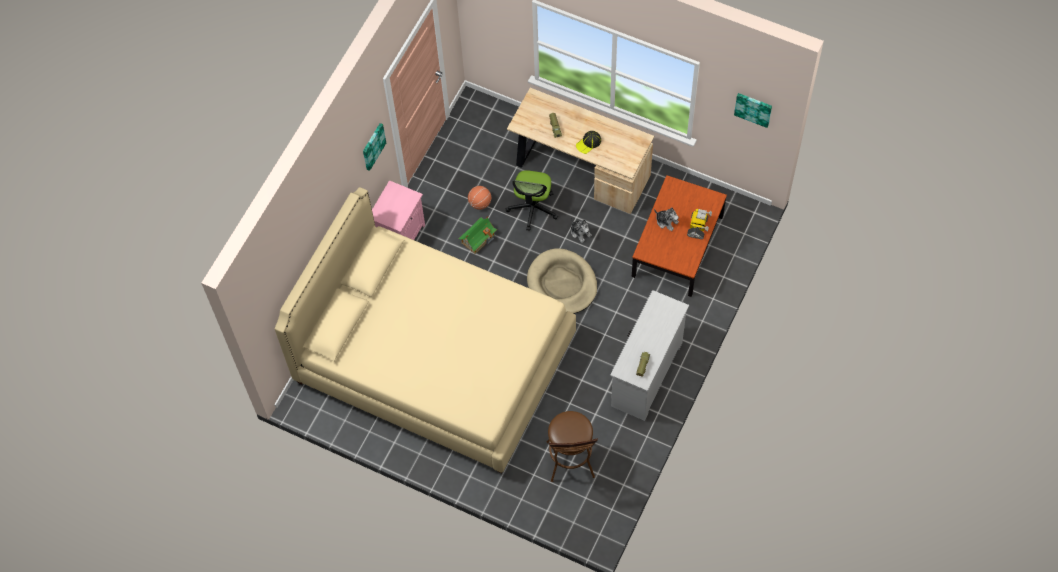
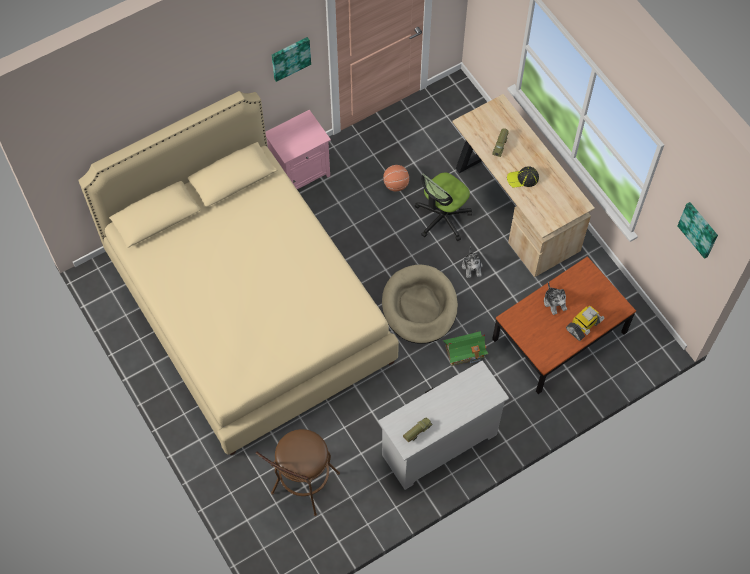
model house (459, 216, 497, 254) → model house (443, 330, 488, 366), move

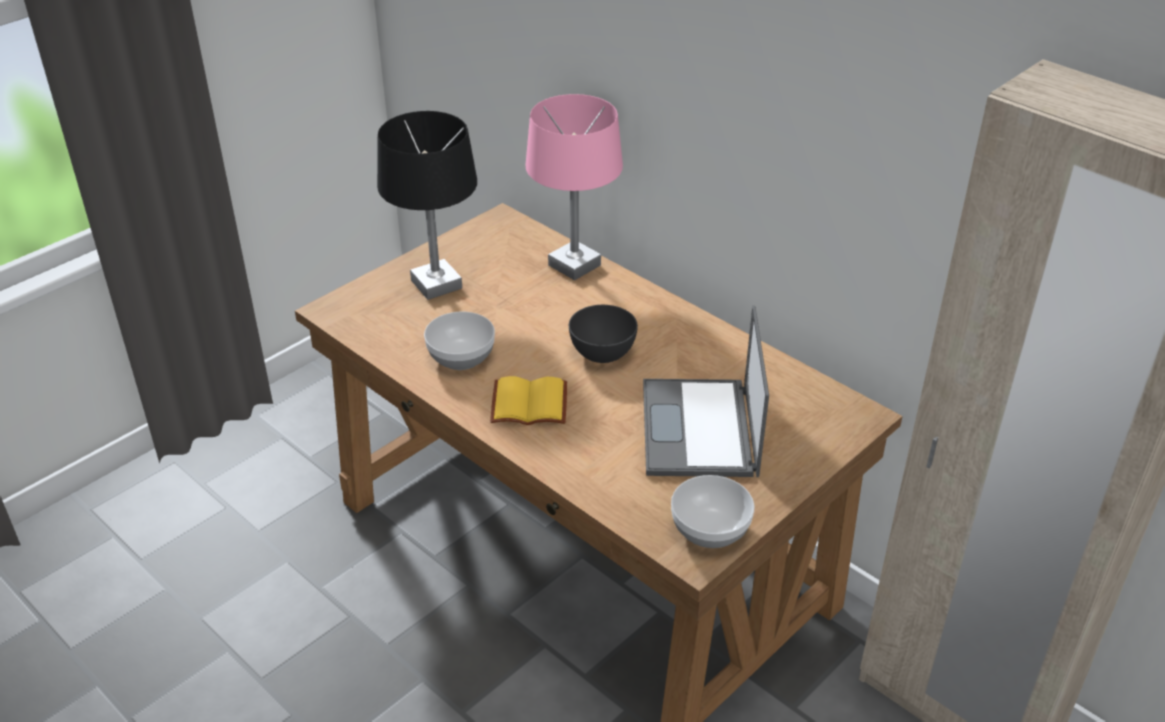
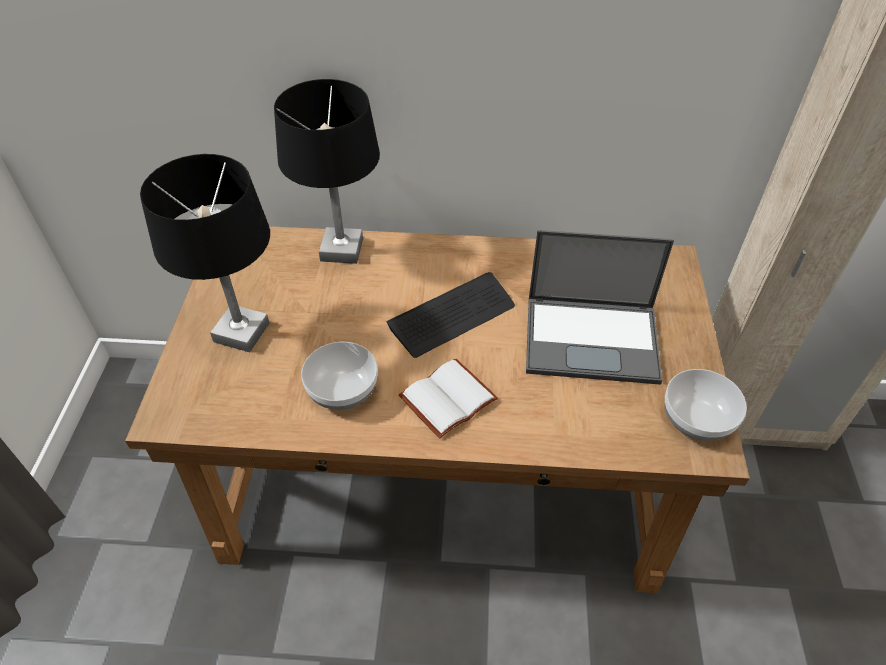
table lamp (pink-coloured) (525, 94, 623, 281) → table lamp (black-coloured) (274, 79, 380, 264)
deep dish (greyish) (569, 305, 638, 363) → computer keyboard (387, 272, 515, 358)
notebook computer (643, 305, 769, 477) → notebook computer (526, 230, 674, 385), 45 degrees counterclockwise
book (yellow) (490, 376, 567, 425) → book (whitish) (399, 359, 498, 438)

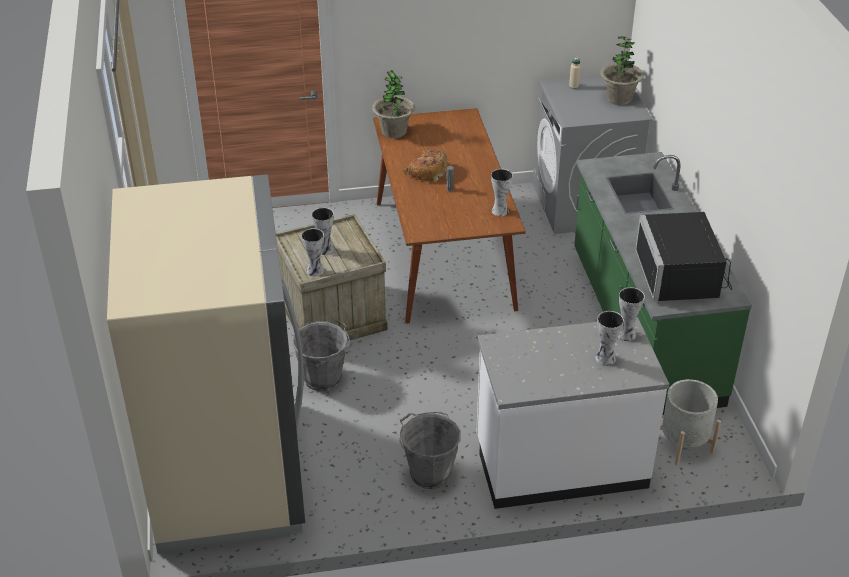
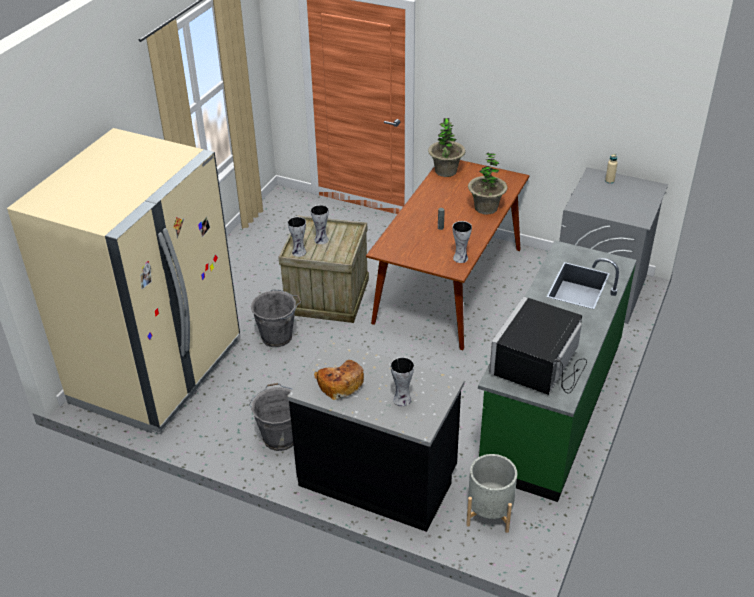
potted plant (600, 36, 644, 105) → potted plant (468, 153, 508, 214), move
bread (403, 149, 448, 182) → bread (314, 360, 364, 400), move
decorative vase (618, 287, 645, 341) → -
kitchen counter (whitish) (477, 317, 669, 509) → kitchen counter (black-coloured) (287, 340, 465, 532)

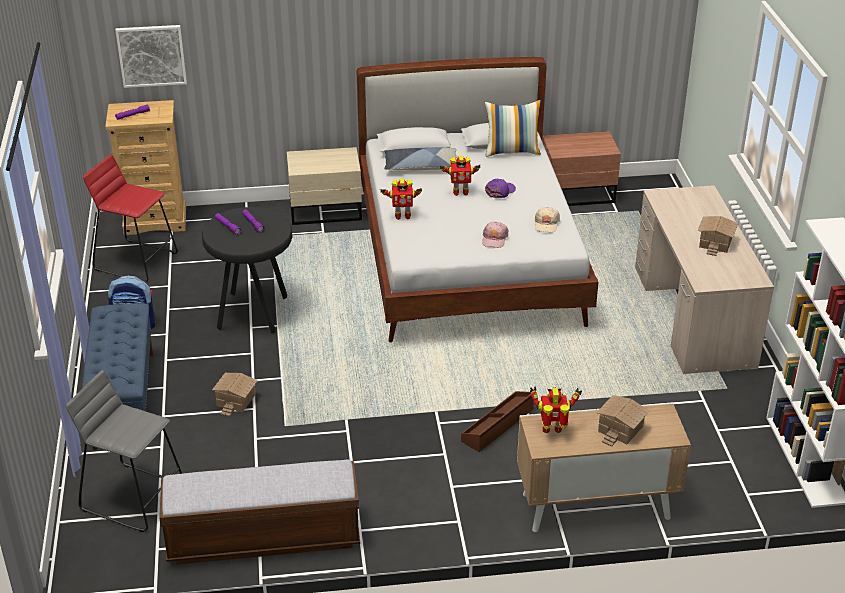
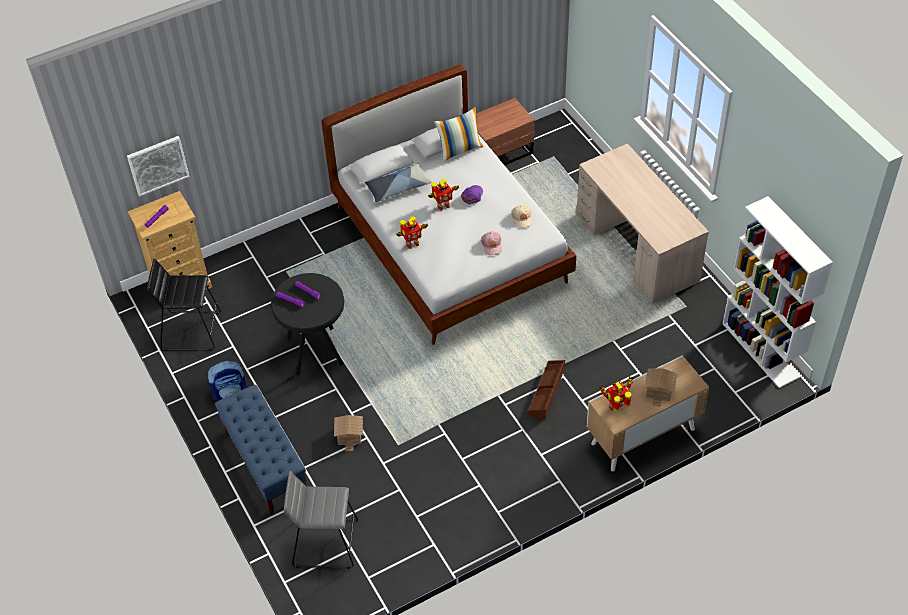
bedside table (beige-coloured) (287, 147, 362, 225) → -
stool (red-coloured) (83, 154, 178, 282) → stool (black-coloured) (147, 259, 221, 351)
model house (698, 216, 738, 256) → -
indoor bench (159, 459, 360, 564) → -

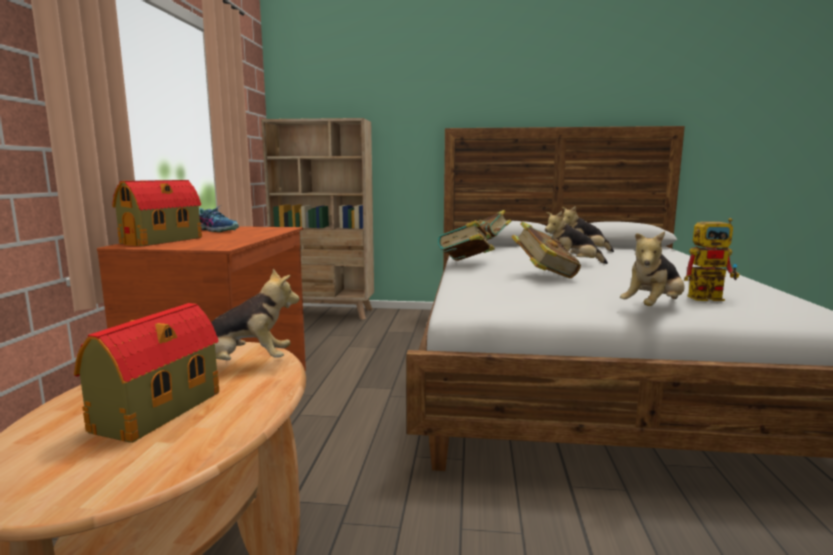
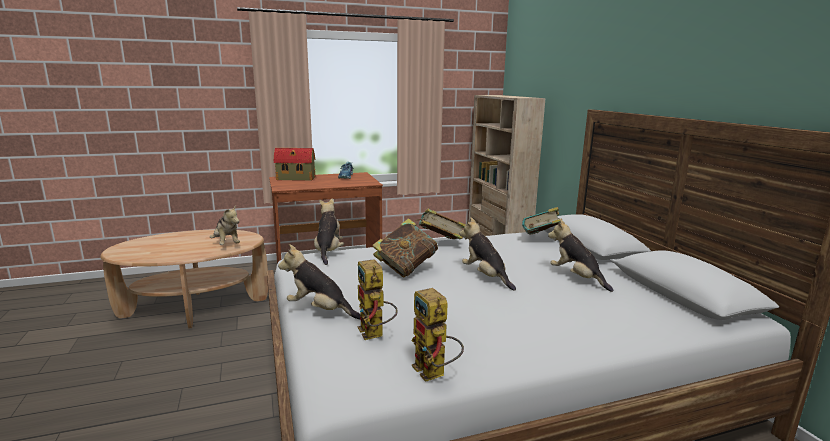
model house (74, 303, 219, 443) → -
- → soft toy (314, 199, 344, 265)
- → toy robot (412, 288, 464, 382)

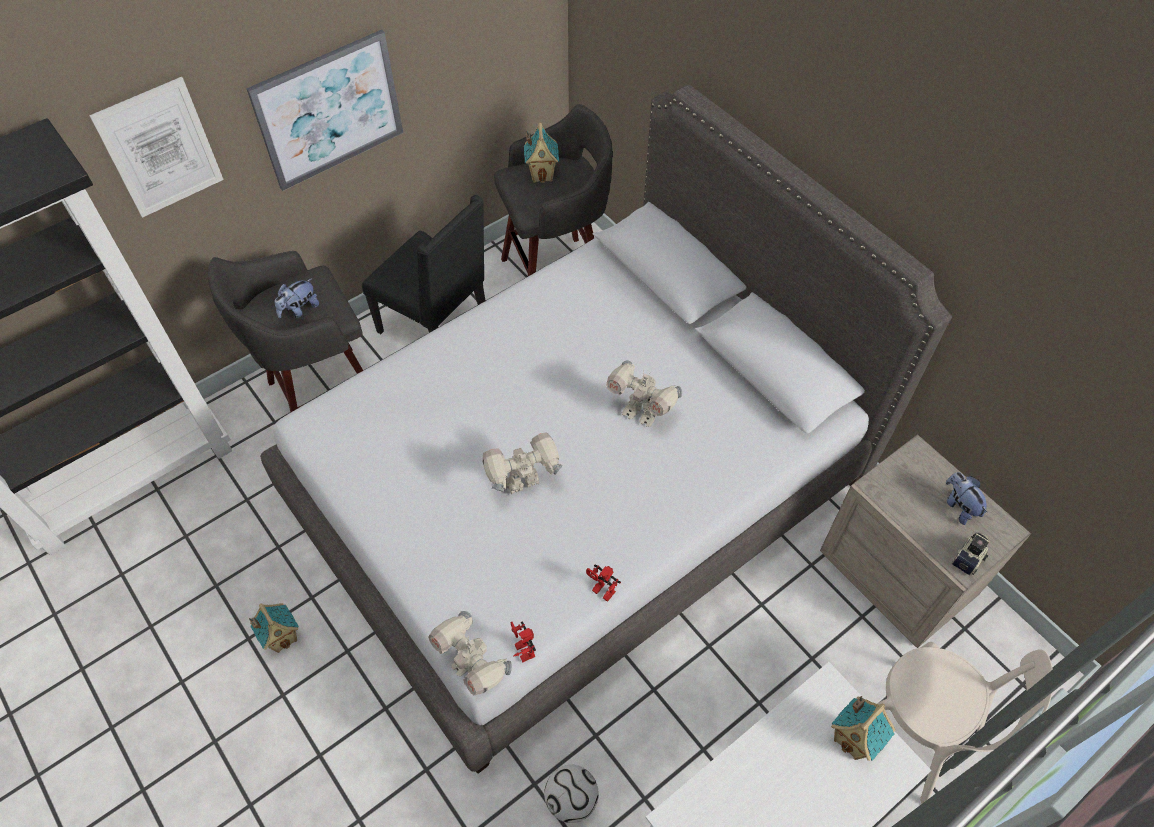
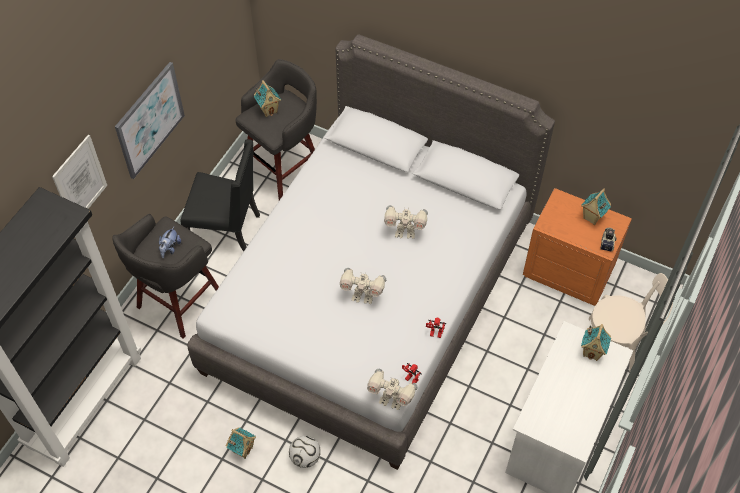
toy robot (483, 432, 563, 494) → toy robot (340, 268, 386, 304), 120 degrees counterclockwise
bedside table (beige-coloured) (820, 434, 1031, 648) → bedside table (orange-coloured) (523, 188, 632, 306)
soft toy (946, 472, 988, 525) → model house (581, 189, 611, 225)
football ball (544, 765, 599, 823) → football ball (289, 436, 321, 468), move

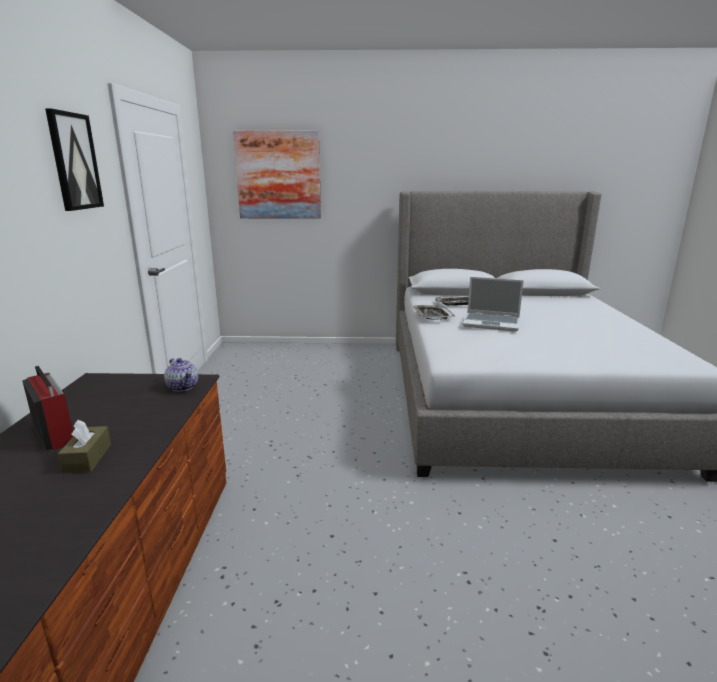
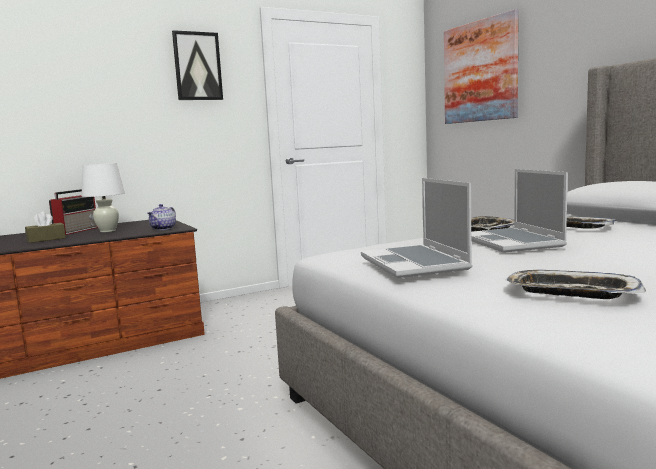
- → table lamp (whitish) (82, 163, 125, 232)
- → notebook computer (361, 178, 472, 278)
- → tray (506, 270, 646, 299)

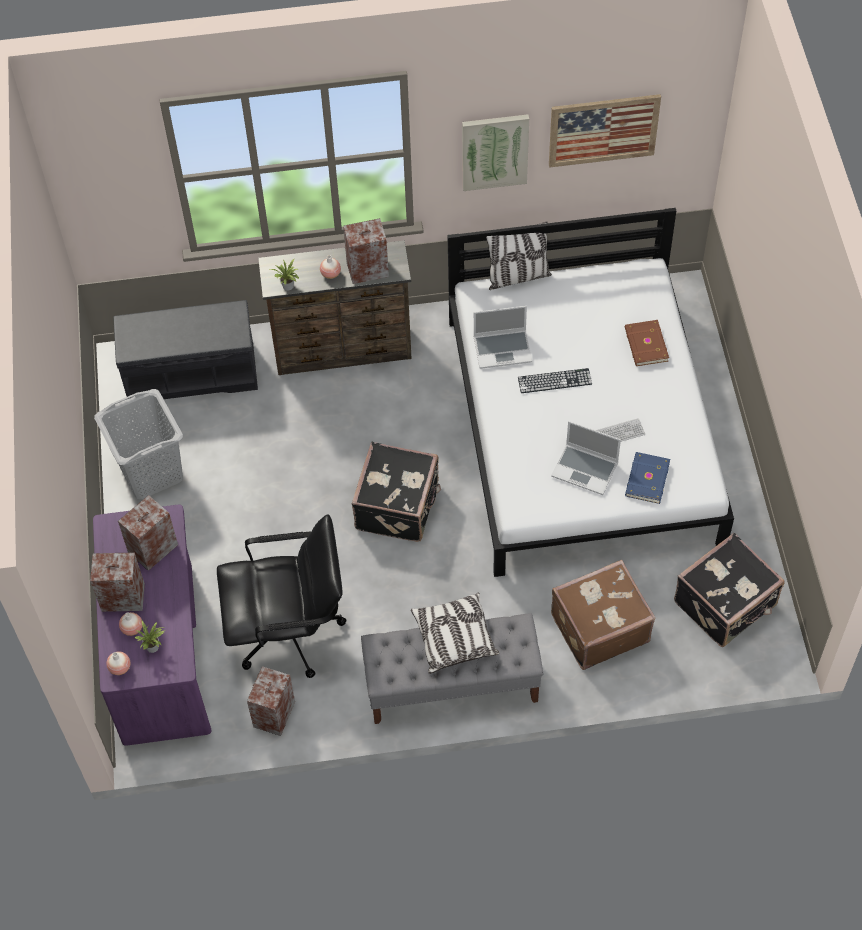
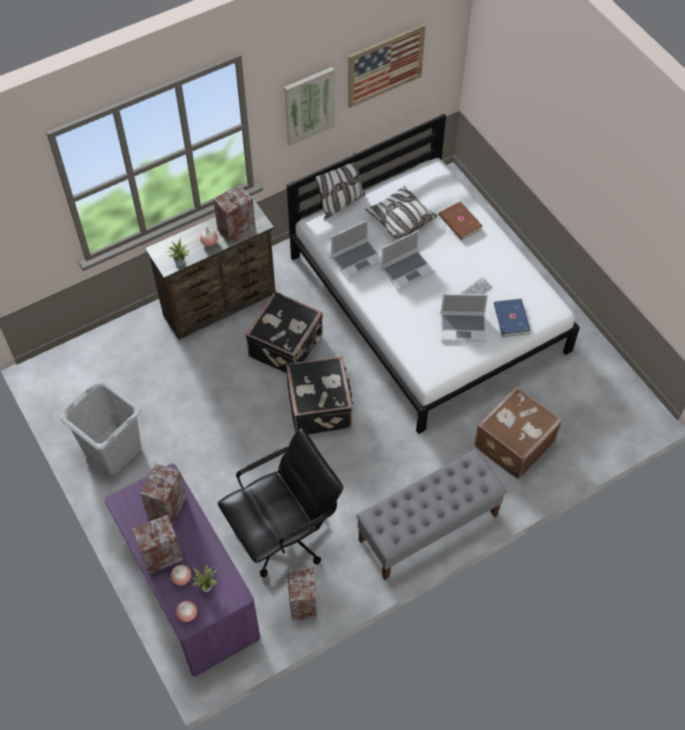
indoor bench (greyish) (113, 300, 258, 399) → -
computer keyboard (518, 368, 592, 393) → notebook computer (381, 230, 435, 291)
suitcase (black-coloured) (674, 533, 785, 647) → suitcase (black-coloured) (245, 291, 323, 374), move
pillow (411, 592, 500, 674) → pillow (365, 185, 438, 240), move

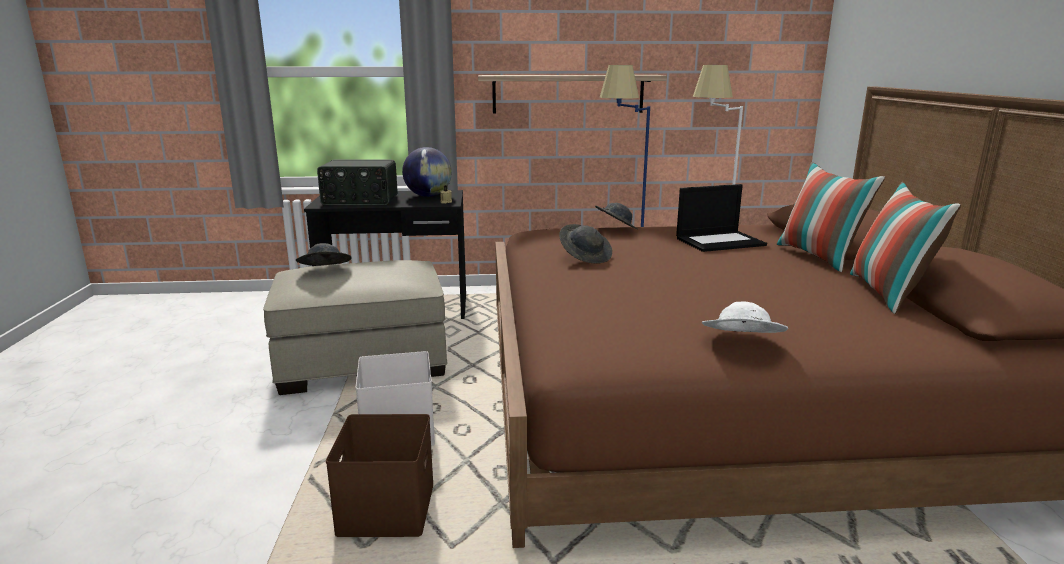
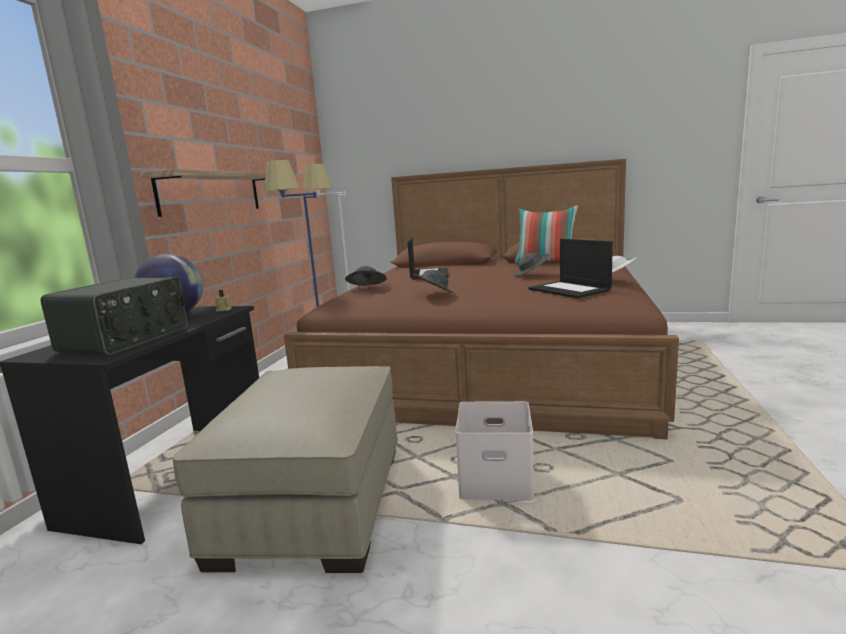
pillow (777, 162, 885, 272) → -
hat (greyish) (296, 243, 352, 266) → hat (greyish) (514, 253, 550, 277), move
storage box (brown-coloured) (326, 414, 433, 537) → -
- → notebook computer (528, 239, 613, 299)

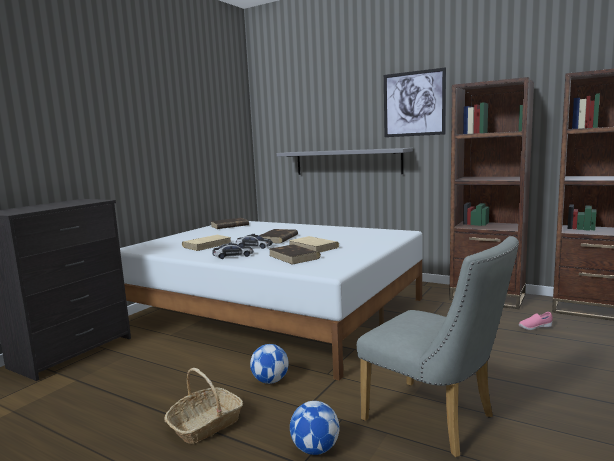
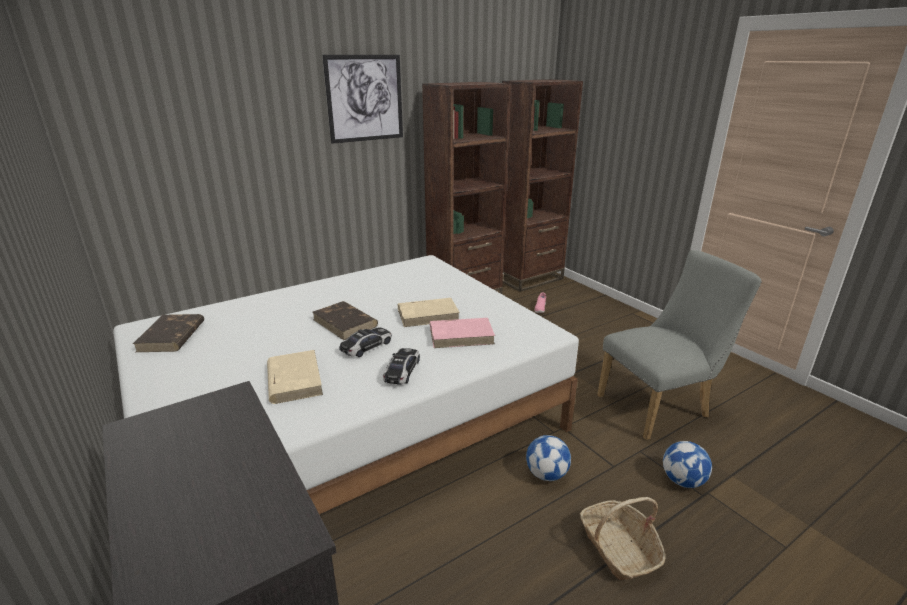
bracket shelf (greyish) (277, 148, 413, 175) → -
book (brown-coloured) (269, 244, 321, 265) → book (pink-coloured) (430, 318, 495, 348)

